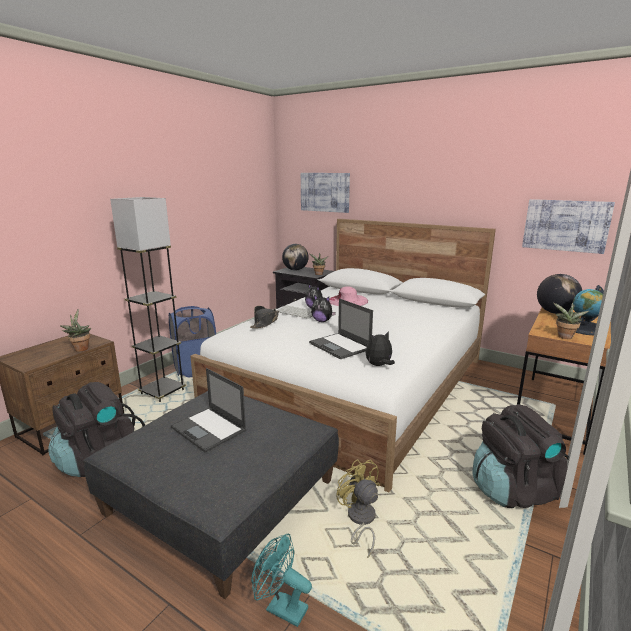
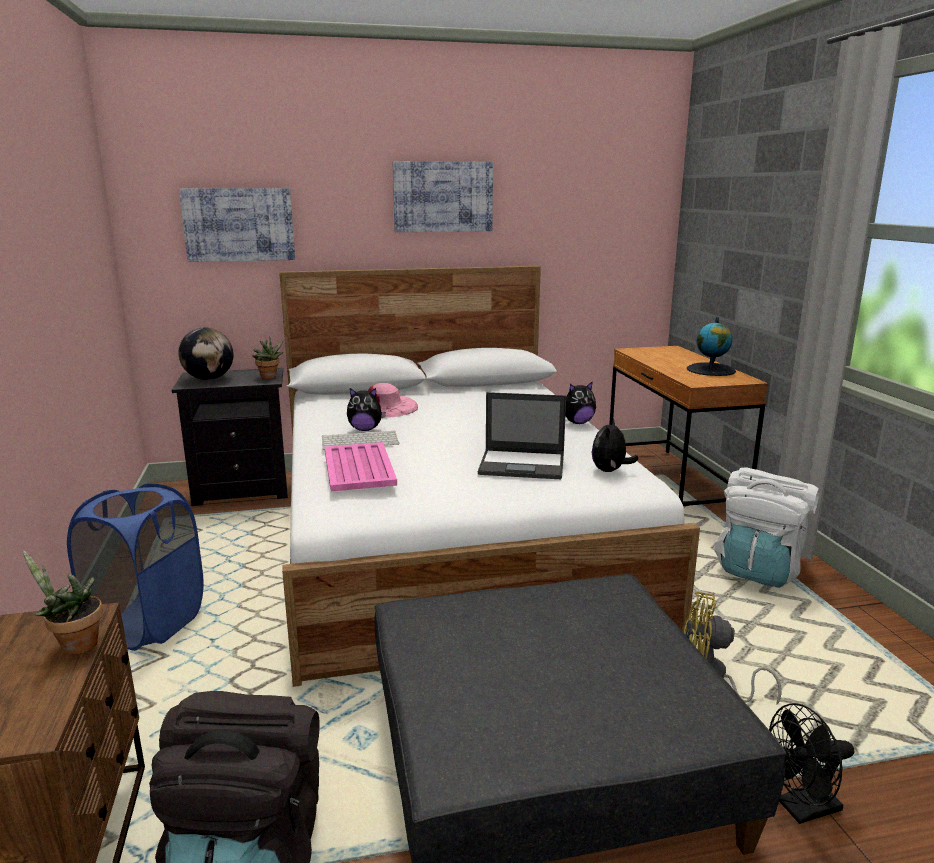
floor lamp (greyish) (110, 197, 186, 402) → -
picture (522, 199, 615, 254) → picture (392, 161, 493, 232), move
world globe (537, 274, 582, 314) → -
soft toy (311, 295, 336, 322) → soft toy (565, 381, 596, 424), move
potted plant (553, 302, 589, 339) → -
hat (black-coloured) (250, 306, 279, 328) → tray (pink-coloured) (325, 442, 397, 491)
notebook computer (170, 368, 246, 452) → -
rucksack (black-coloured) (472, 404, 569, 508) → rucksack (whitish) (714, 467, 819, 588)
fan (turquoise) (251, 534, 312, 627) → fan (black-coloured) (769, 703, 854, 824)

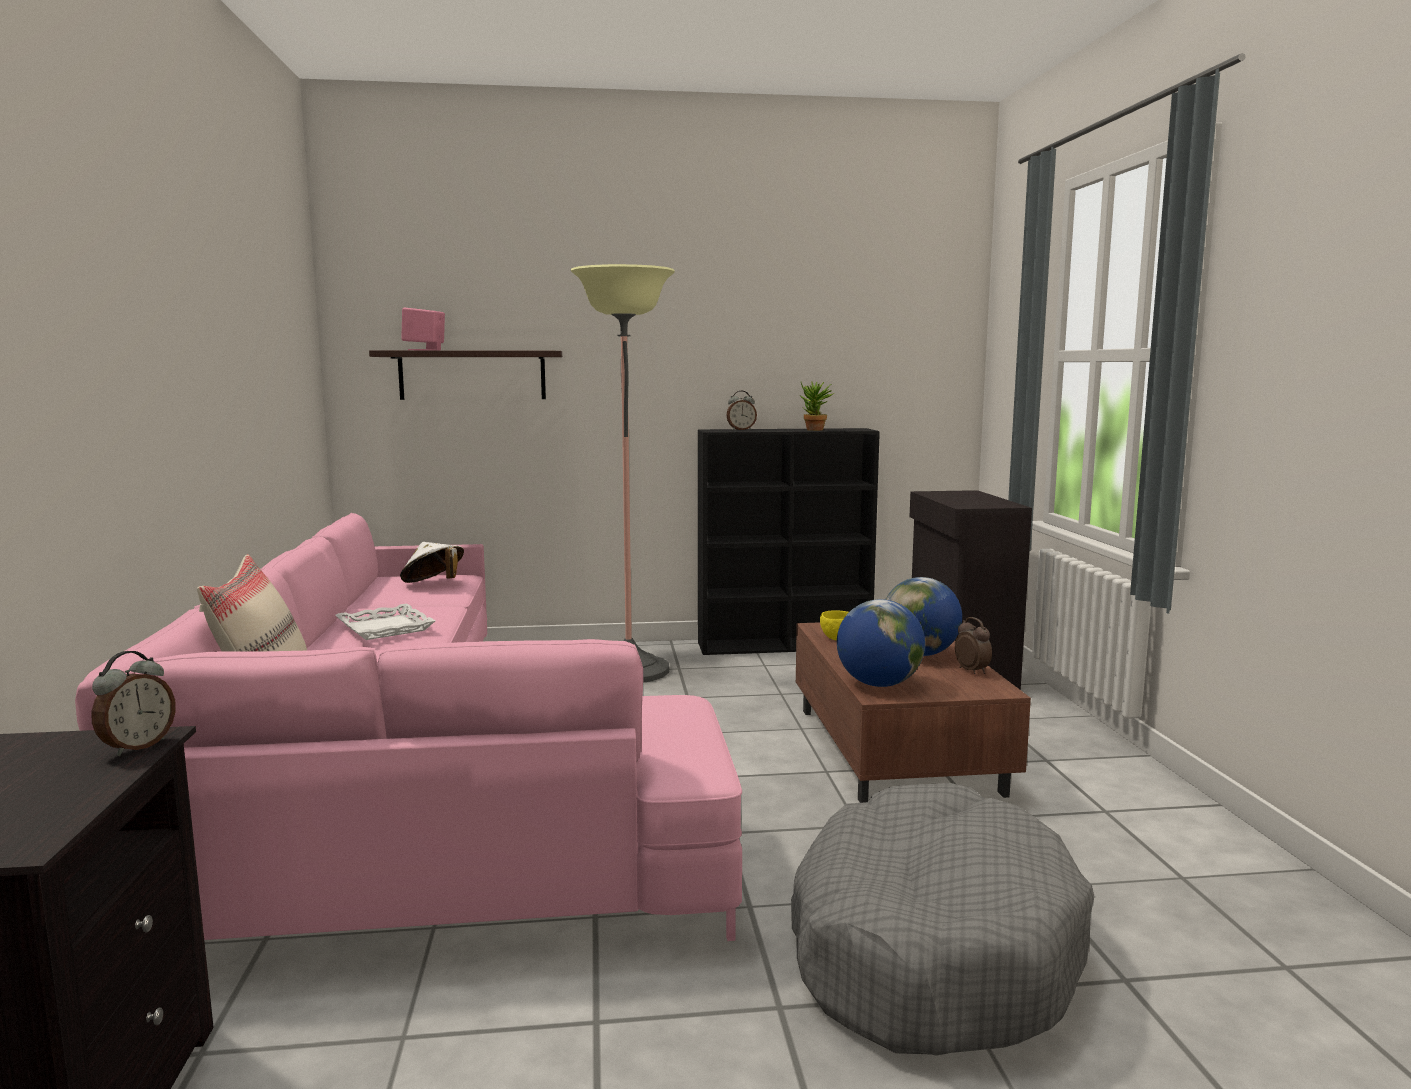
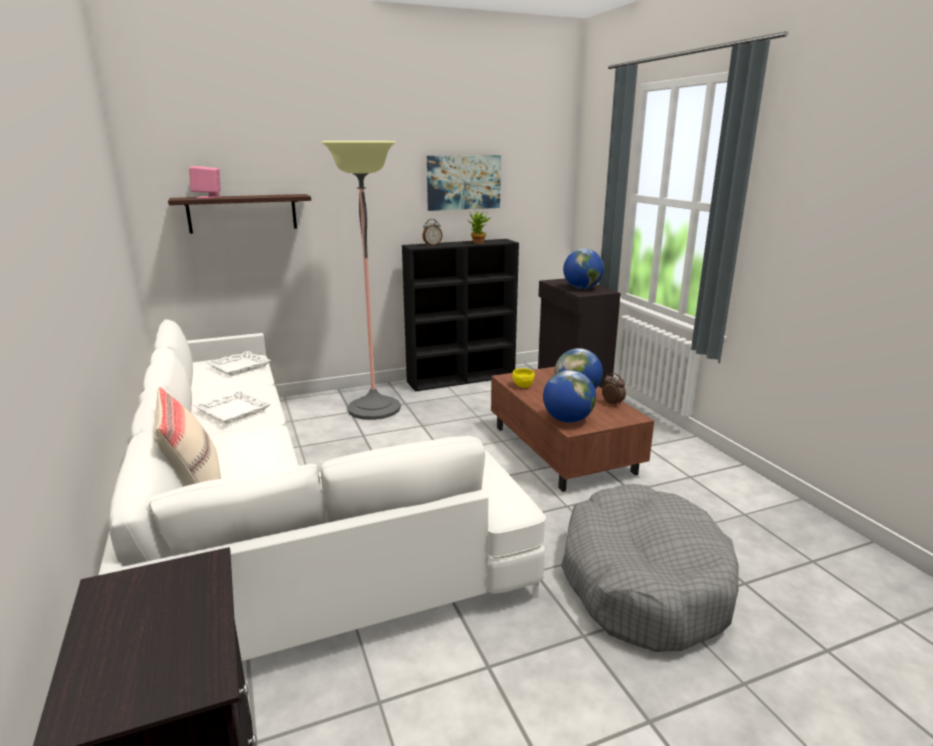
settee (pink-coloured) (75, 513, 742, 941) → settee (whitish) (98, 319, 546, 661)
hat (whitish) (400, 542, 464, 583) → tray (whitish) (206, 351, 271, 376)
table clock (91, 651, 176, 756) → -
- → picture (427, 155, 501, 211)
- → world globe (563, 249, 604, 289)

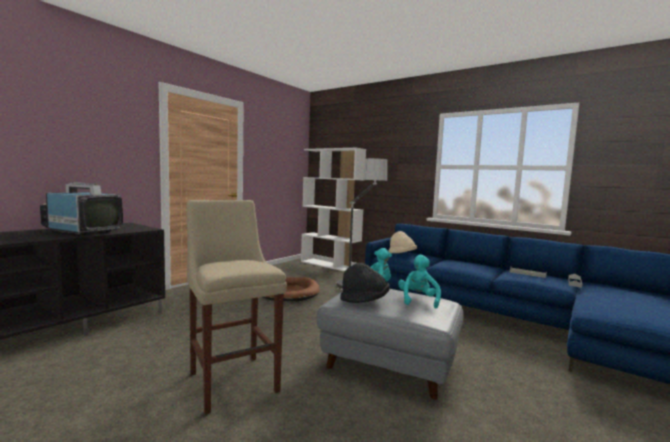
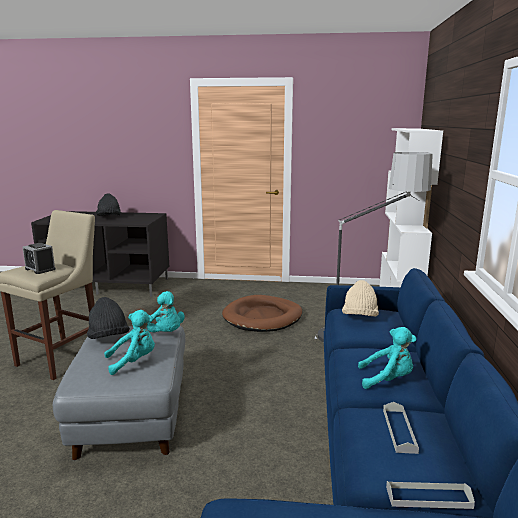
TV (40, 182, 123, 235) → hat (black-coloured) (96, 193, 121, 216)
- → table clock (22, 243, 56, 274)
- → soft toy (turquoise) (358, 327, 416, 389)

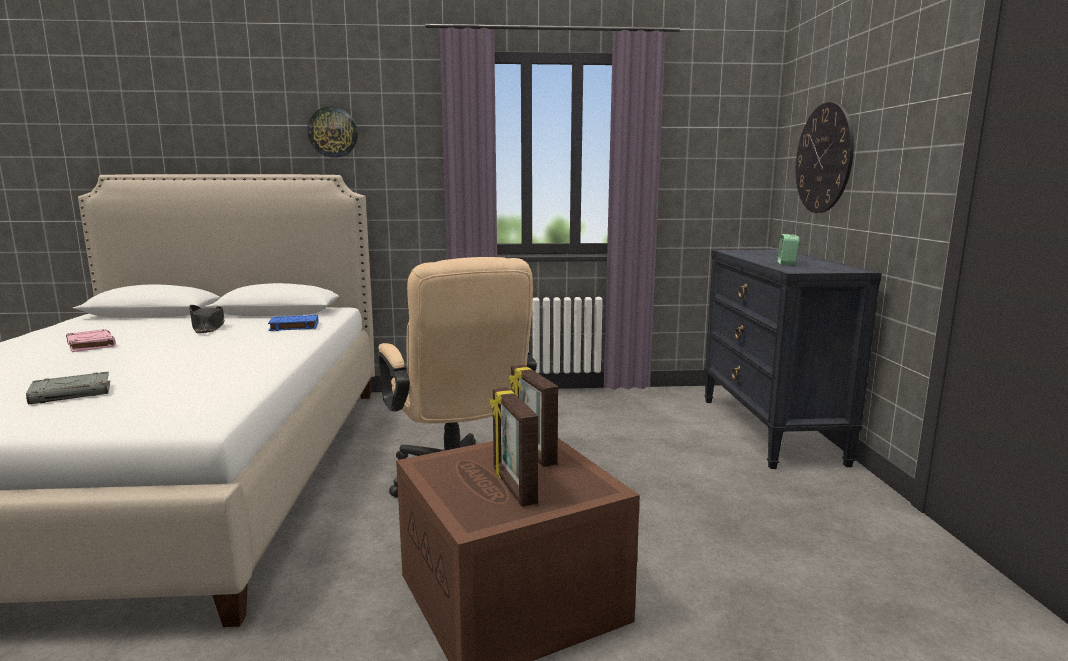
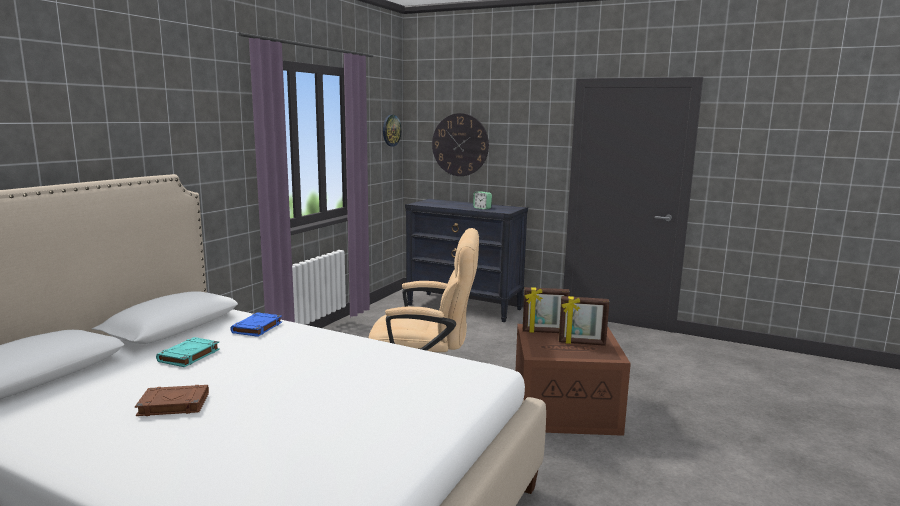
clock on the wall (307, 107, 358, 158) → clock on the wall (383, 115, 401, 147), move
hat (black-coloured) (189, 305, 225, 333) → book (turquoise) (156, 337, 220, 367)
book (pink-coloured) (66, 329, 116, 352) → book (brown-coloured) (135, 385, 209, 416)
book (greyish) (26, 372, 110, 405) → -

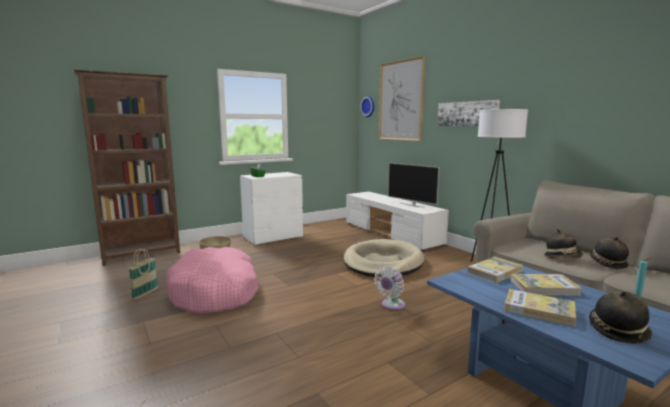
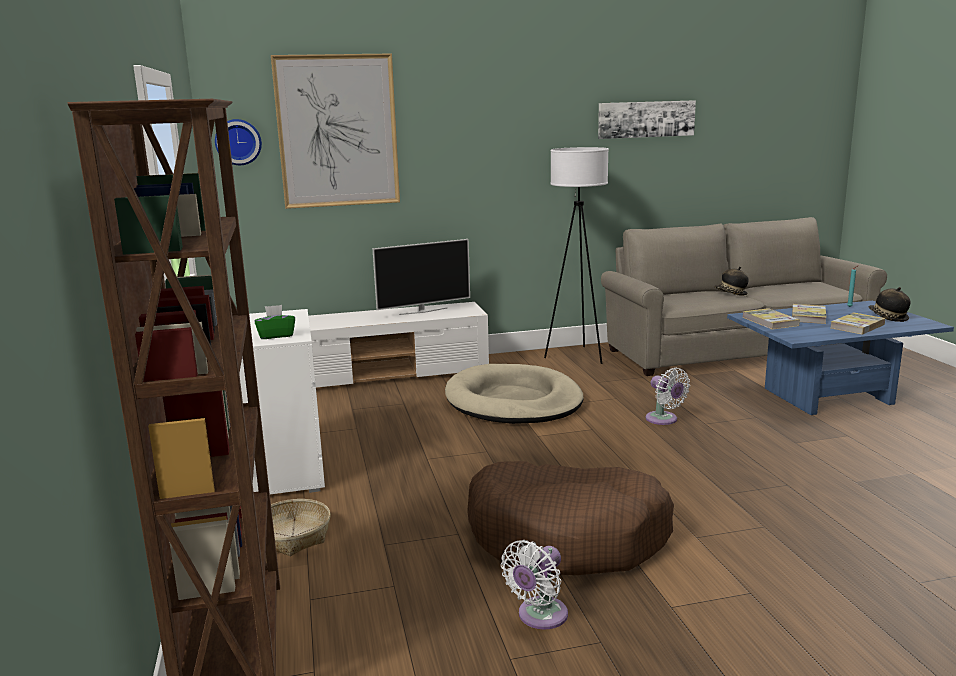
picture (437, 100, 500, 126) → picture (598, 100, 696, 139), move
hat (544, 229, 583, 259) → -
dog cushion (pink-coloured) (166, 247, 259, 314) → dog cushion (brown-coloured) (467, 461, 674, 575)
household basket (128, 249, 158, 299) → fan (whitish) (501, 540, 568, 630)

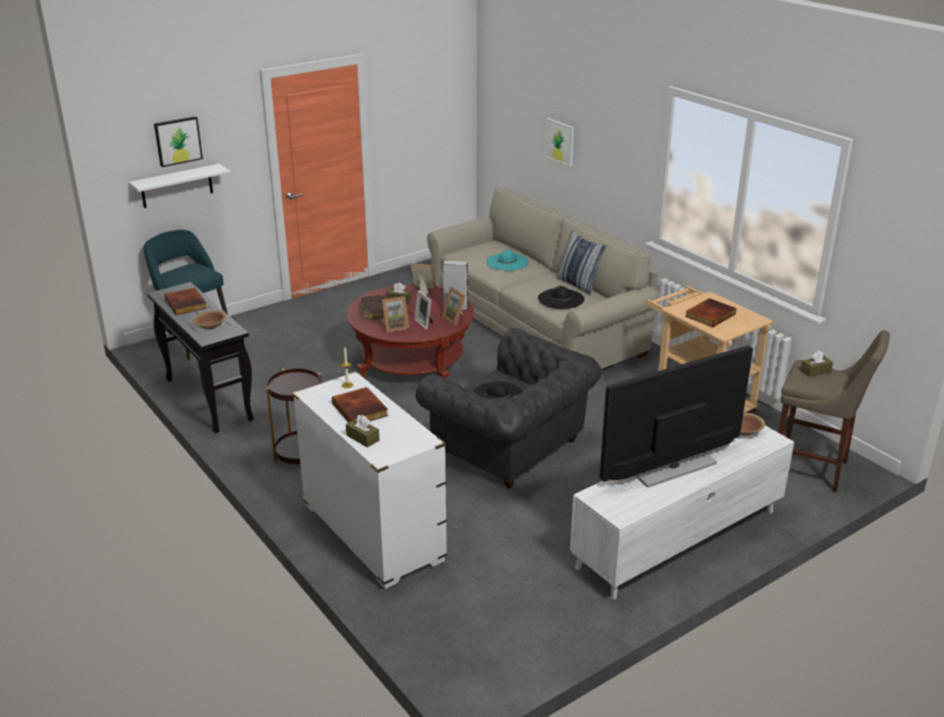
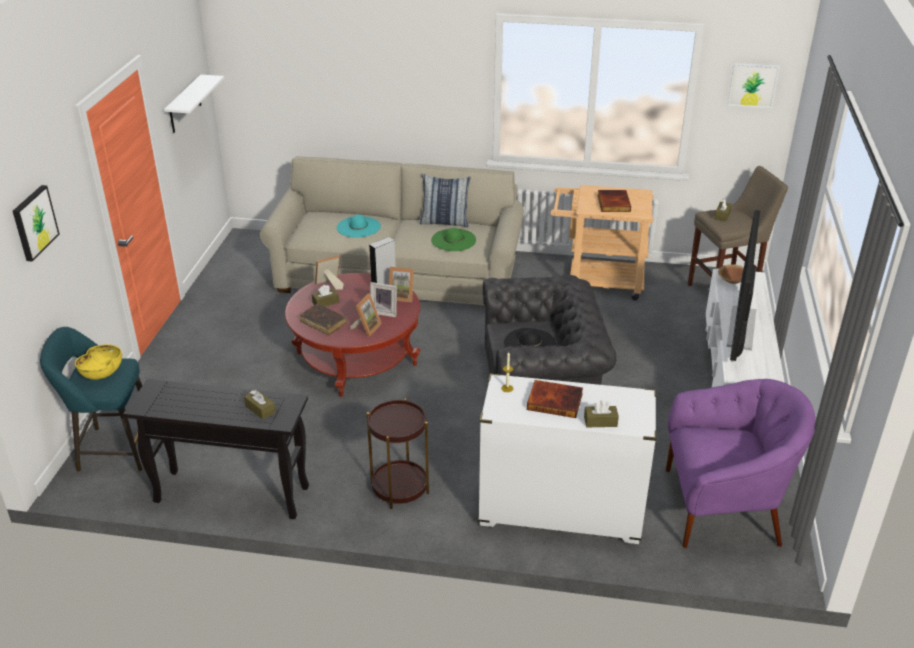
picture (545, 118, 574, 167) → picture (728, 63, 780, 108), move
bracket shelf (whitish) (129, 164, 230, 208) → bracket shelf (whitish) (164, 75, 224, 133), move
hat (black-coloured) (538, 286, 584, 309) → hat (green) (431, 228, 476, 251)
book (164, 288, 207, 315) → -
deep dish (brown-coloured) (193, 310, 226, 330) → tissue holder (brown-coloured) (244, 390, 276, 420)
- → deep dish (yellow) (75, 344, 122, 380)
- → lounge chair (purple-coloured) (666, 379, 816, 548)

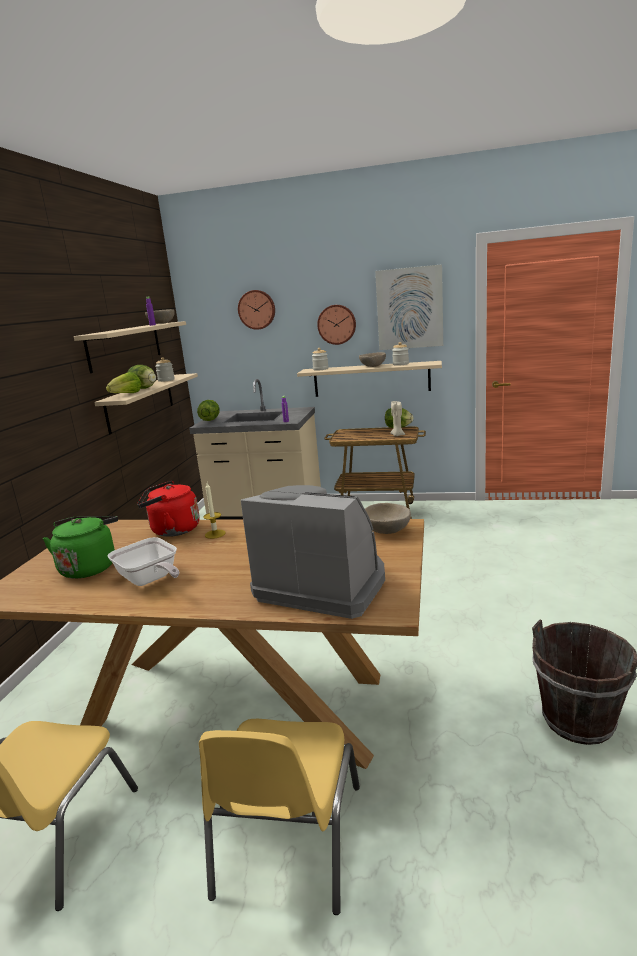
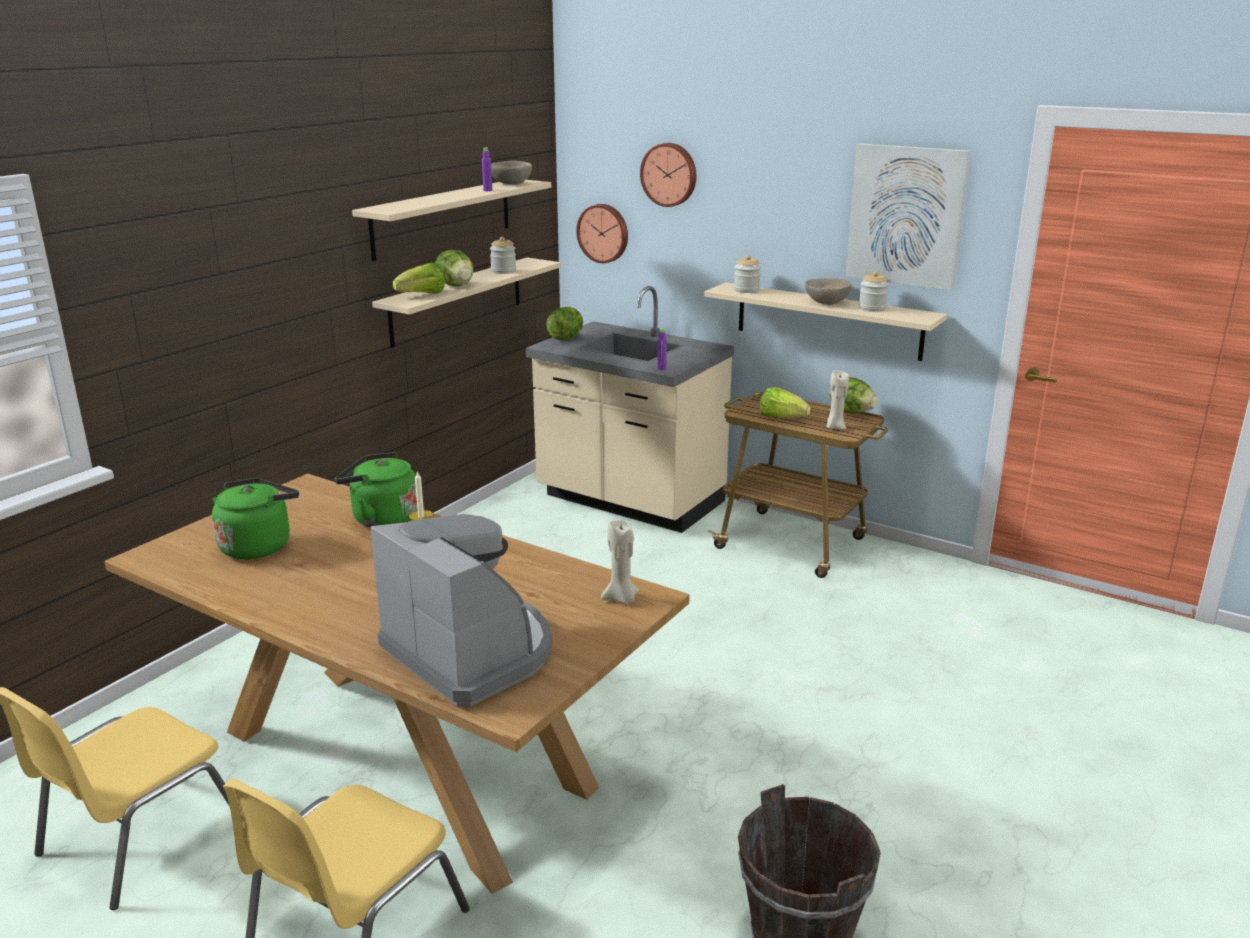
clock on the wall (317, 305, 356, 345) → clock on the wall (576, 204, 628, 263), move
kettle (red-coloured) (137, 481, 200, 537) → kettle (green) (335, 452, 418, 527)
deep dish (beige-coloured) (365, 503, 411, 534) → wax candle (beige-coloured) (601, 520, 639, 604)
skillet (108, 537, 179, 586) → -
- → head of lettuce (760, 387, 811, 418)

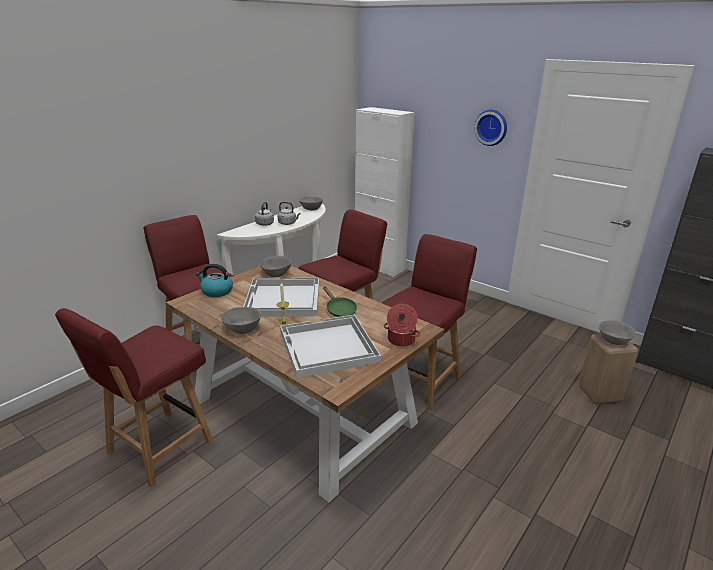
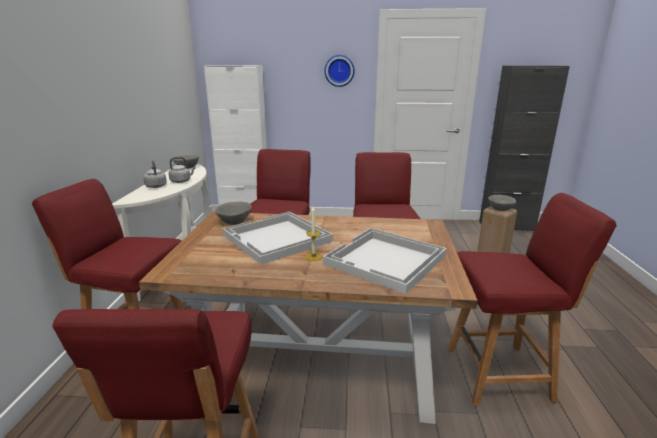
kettle (196, 264, 233, 297) → -
skillet (green) (323, 286, 357, 317) → -
cooking pot (384, 304, 420, 347) → -
deep dish (greyish) (221, 307, 261, 334) → -
- → upright chair (red-coloured) (448, 193, 617, 405)

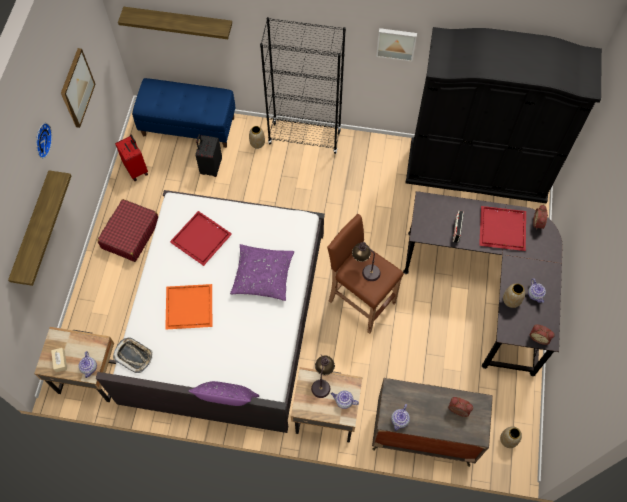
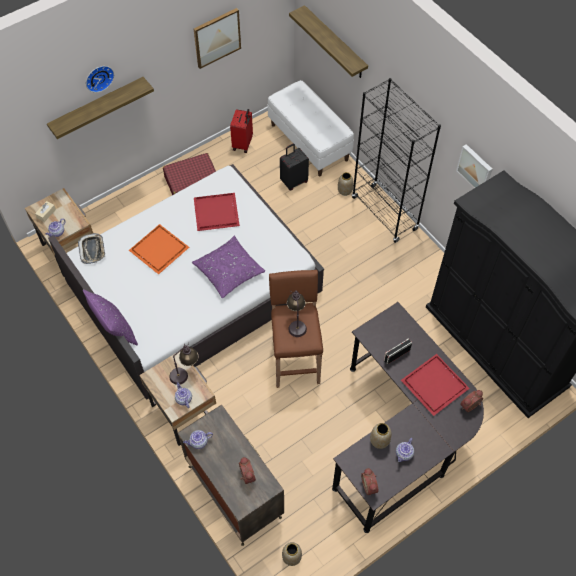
indoor bench (bluish) (132, 78, 236, 148) → indoor bench (whitish) (268, 80, 354, 176)
clock on the wall (36, 123, 52, 158) → clock on the wall (86, 66, 114, 93), move

